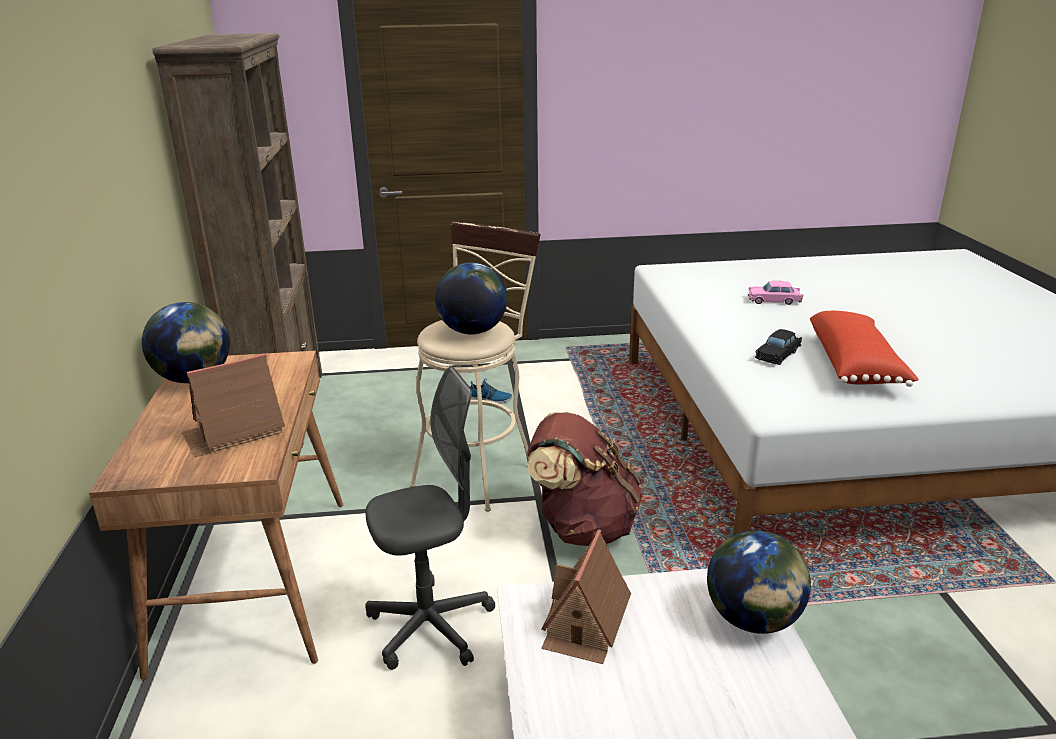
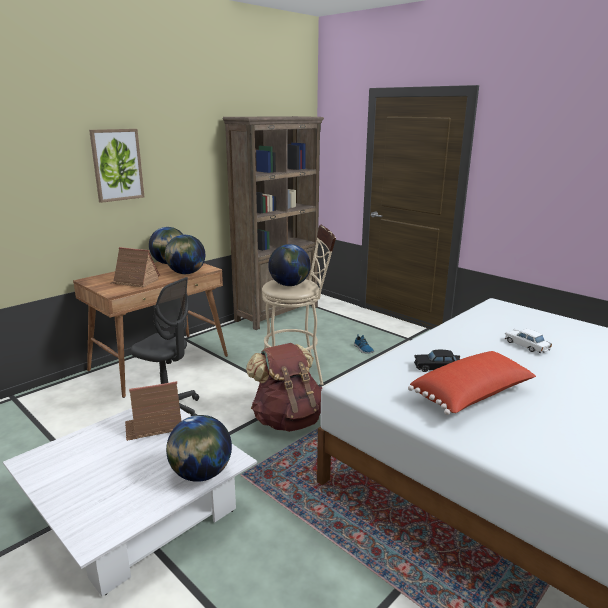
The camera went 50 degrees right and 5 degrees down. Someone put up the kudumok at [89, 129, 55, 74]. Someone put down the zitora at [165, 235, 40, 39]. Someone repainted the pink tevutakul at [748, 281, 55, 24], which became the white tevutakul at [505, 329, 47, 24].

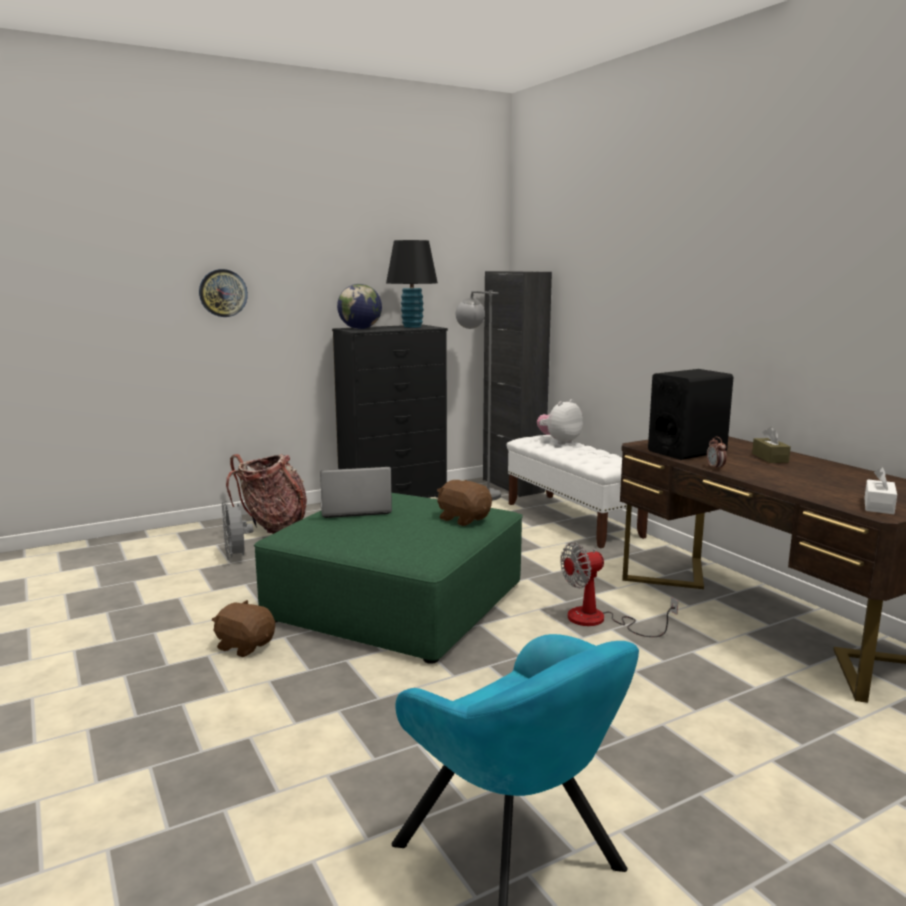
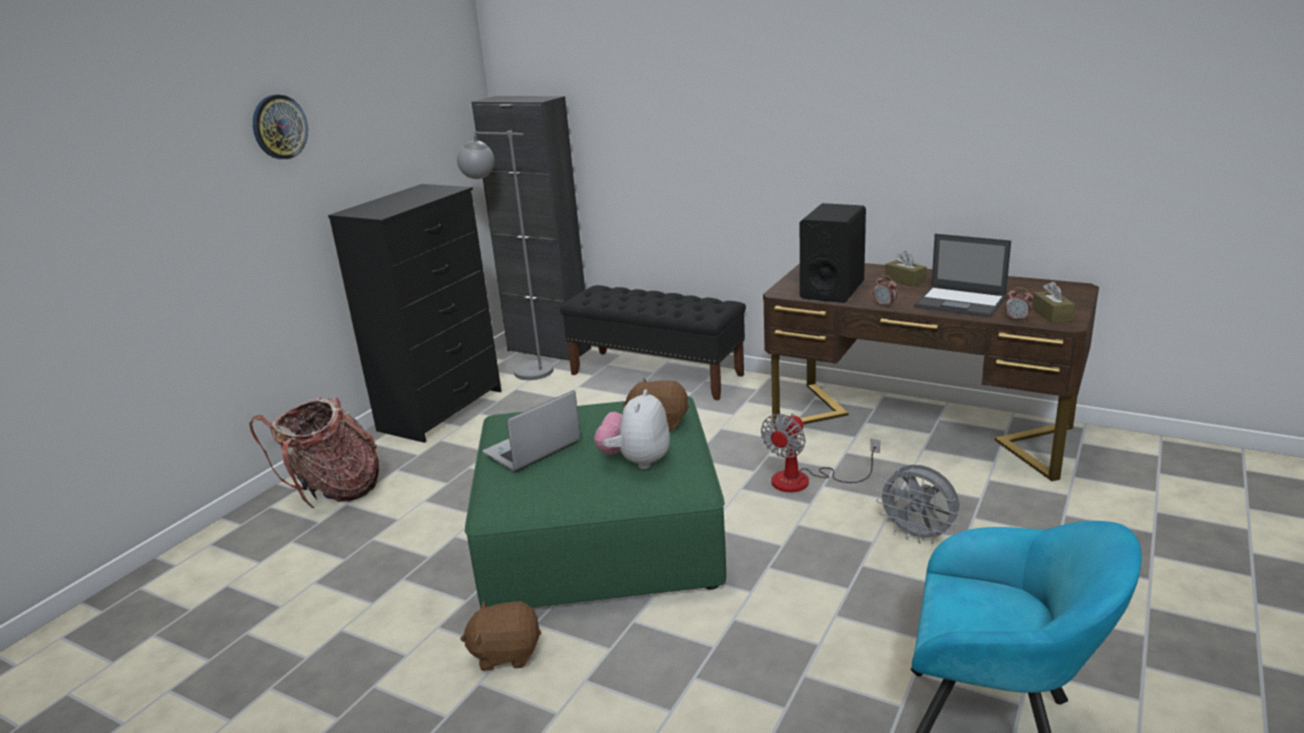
The camera went 30 degrees left and 10 degrees up. Someone carried the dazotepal from [199, 269, 49, 48] to [253, 95, 55, 64]. Someone repainted the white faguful at [507, 435, 141, 113], which became the black faguful at [560, 285, 186, 115]. Someone carried the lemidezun from [537, 399, 46, 46] to [594, 389, 76, 80]. Someone carried the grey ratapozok from [222, 501, 31, 60] to [876, 465, 83, 79]. Someone put down the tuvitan at [914, 234, 97, 84]. Someone put down the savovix at [1005, 287, 28, 34]. Someone repainted the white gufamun at [864, 467, 33, 47], which became the brown gufamun at [1032, 281, 43, 42]. Someone took away the zitora at [337, 284, 45, 45]. Someone took away the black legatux at [386, 240, 52, 88].

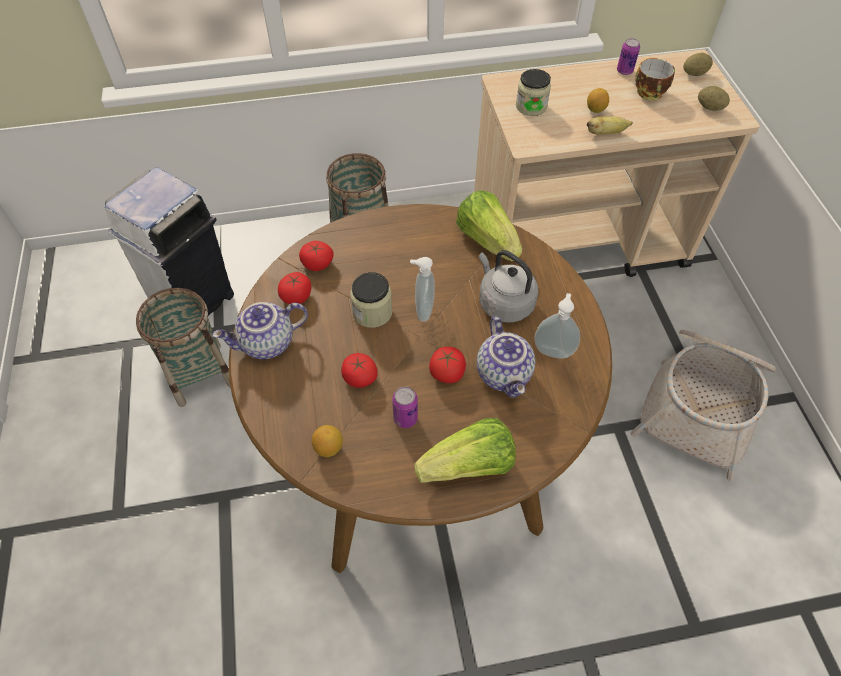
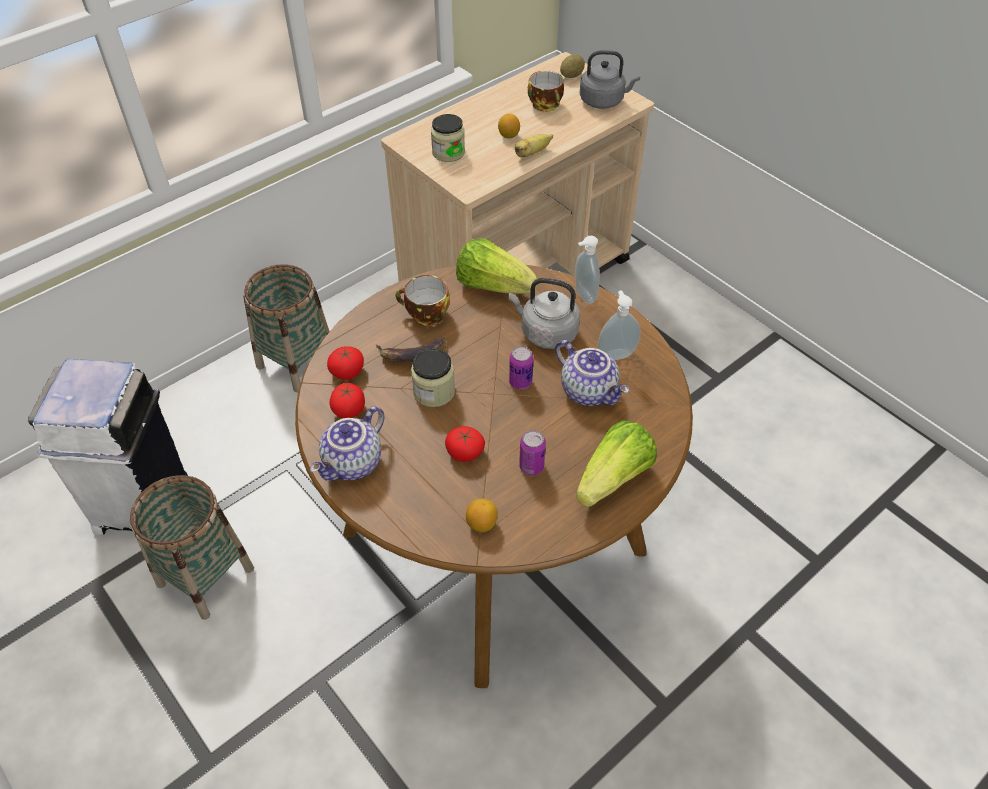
The camera went 30 degrees left and 5 degrees down. Someone put down the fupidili at [376, 337, 70, 25]. Someone put down the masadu at [396, 275, 54, 51]. Someone carried the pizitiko from [617, 38, 23, 37] to [509, 346, 24, 44]. Someone carried the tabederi from [410, 257, 25, 65] to [575, 236, 25, 68]. Someone swapped the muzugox at [698, 86, 32, 25] for the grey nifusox at [580, 50, 60, 59]. Someone took away the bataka at [429, 347, 37, 36]. Someone took away the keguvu at [631, 330, 146, 151].

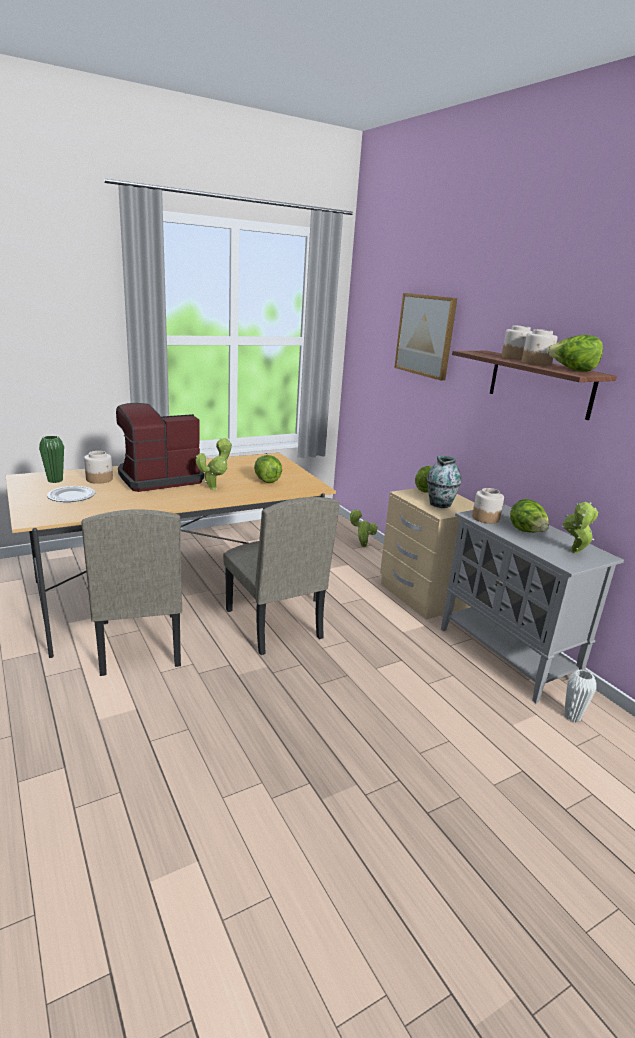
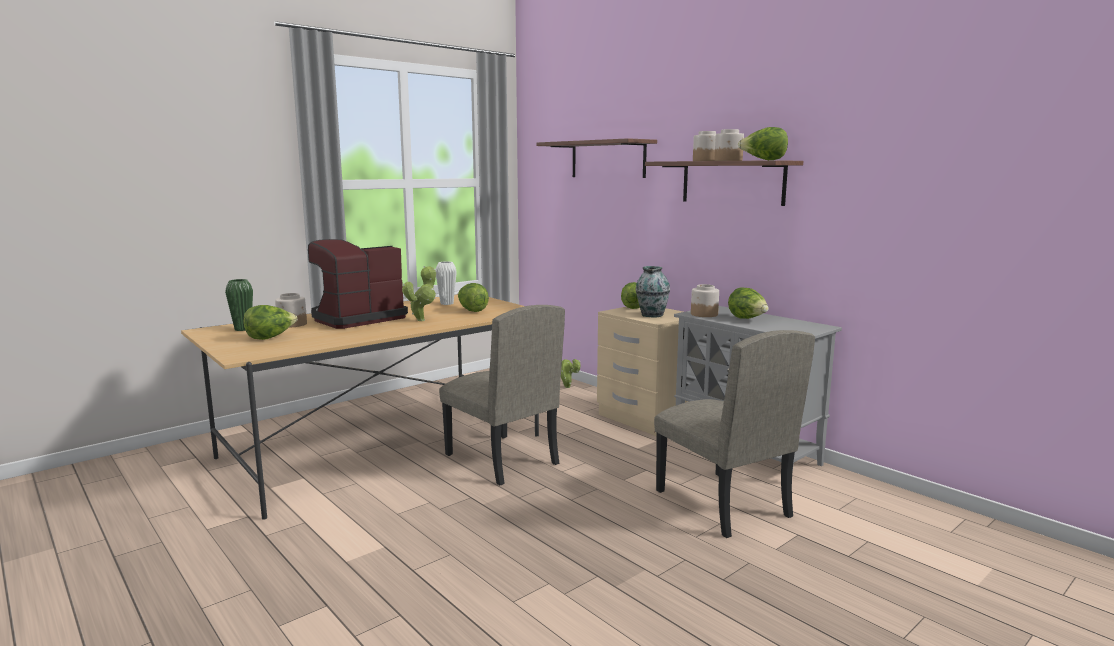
The camera went 10 degrees left and 10 degrees down. Someone swapped the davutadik at [47, 486, 48, 16] for the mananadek at [243, 305, 54, 35]. Someone carried the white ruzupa from [564, 669, 32, 53] to [436, 261, 21, 44]. Someone swapped the kudumok at [394, 293, 63, 88] for the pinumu at [536, 138, 121, 40]. Someone carried the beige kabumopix from [81, 509, 101, 167] to [654, 330, 161, 208]. Someone took away the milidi at [563, 502, 35, 51].

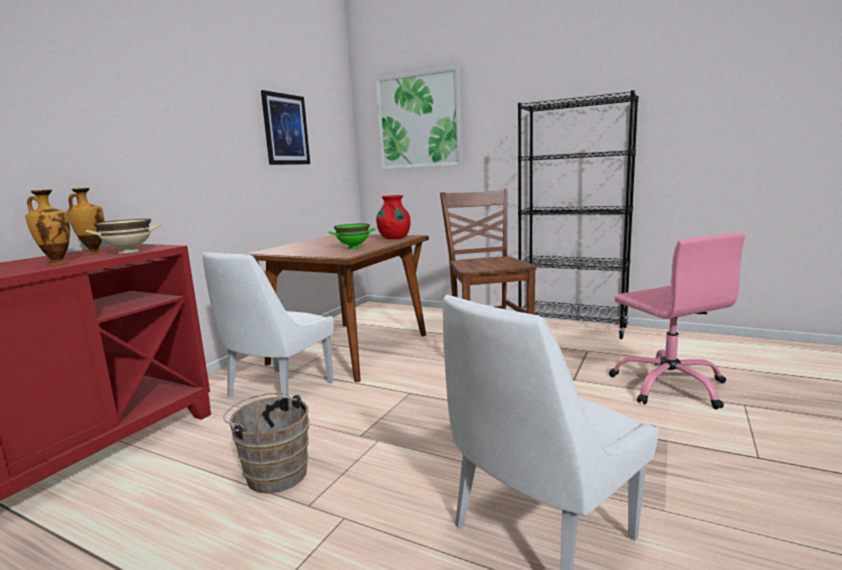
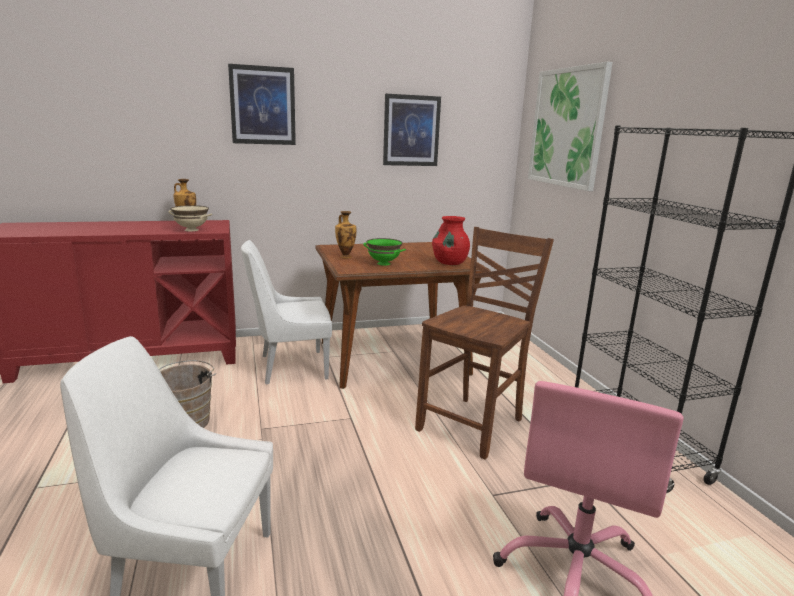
The camera went 45 degrees right and 5 degrees up. Someone put up the kudumok at [228, 64, 68, 81]. Someone carried the ruzupa from [25, 190, 45, 75] to [335, 211, 21, 47].

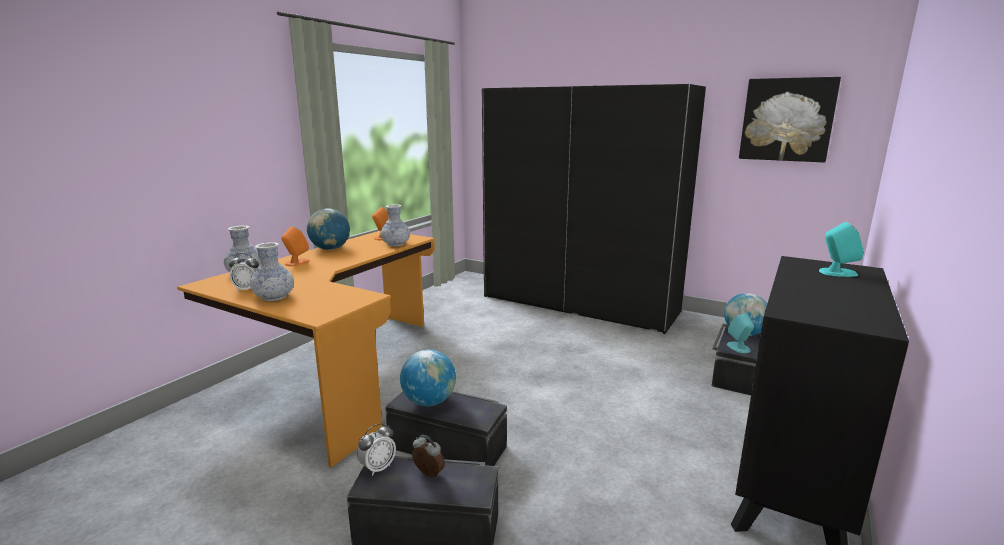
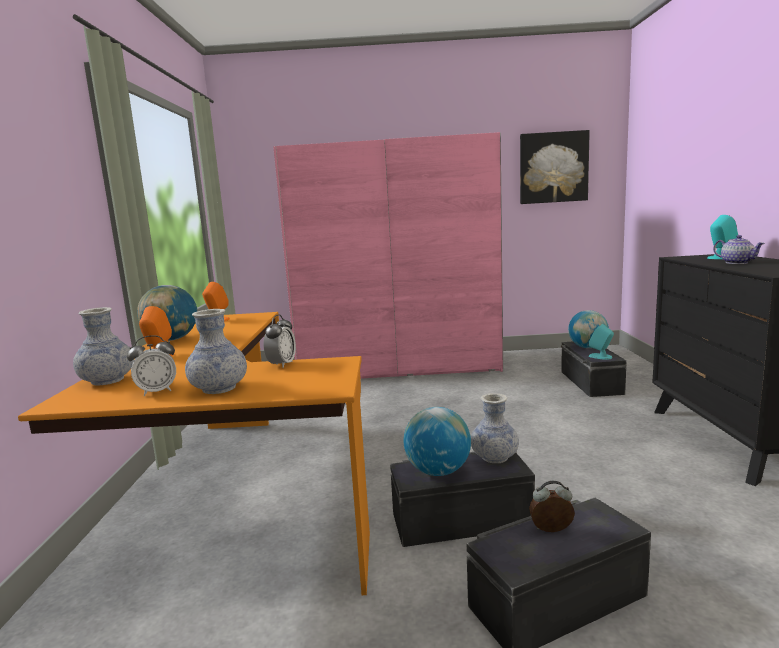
The camera went 30 degrees left and 5 degrees down. Someone carried the savovix from [357, 423, 39, 53] to [264, 314, 32, 54]. Someone repainted the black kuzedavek at [482, 84, 224, 250], which became the pink kuzedavek at [273, 132, 230, 247]. Someone carried the ruzupa from [380, 204, 30, 42] to [471, 393, 48, 70]. Someone put down the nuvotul at [713, 235, 52, 29].

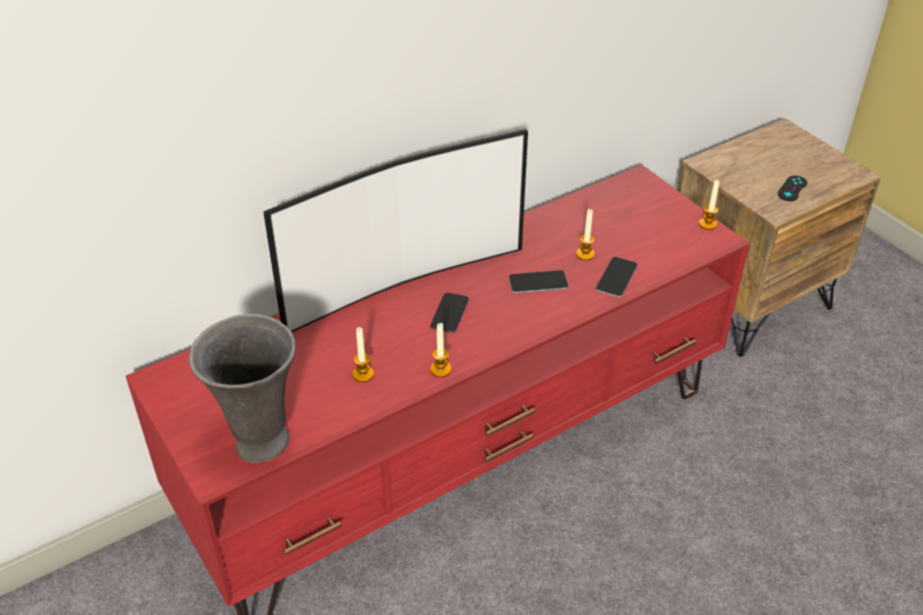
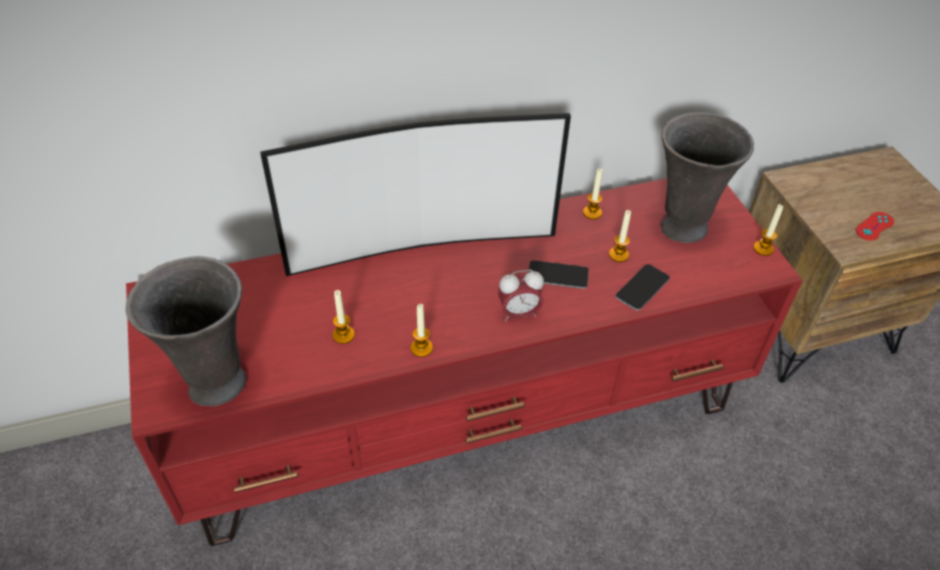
The camera went 15 degrees right and 5 degrees up. Someone put down the savovix at [498, 270, 46, 51]. Someone put down the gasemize at [583, 168, 20, 51]. Someone put down the grey ruzupa at [661, 112, 93, 131]. Someone repainted the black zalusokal at [777, 175, 30, 26], which became the red zalusokal at [856, 212, 38, 28]. Someone took away the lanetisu at [430, 293, 39, 40].

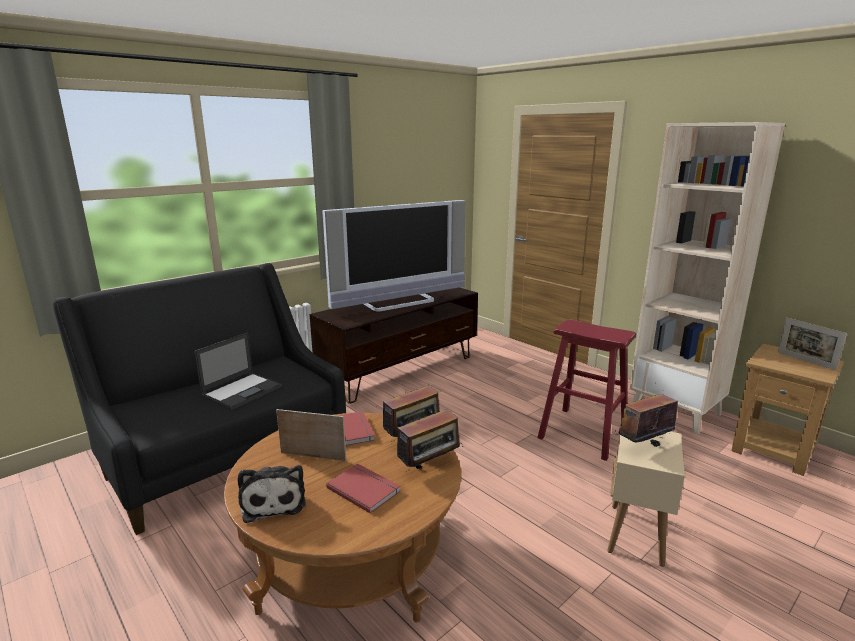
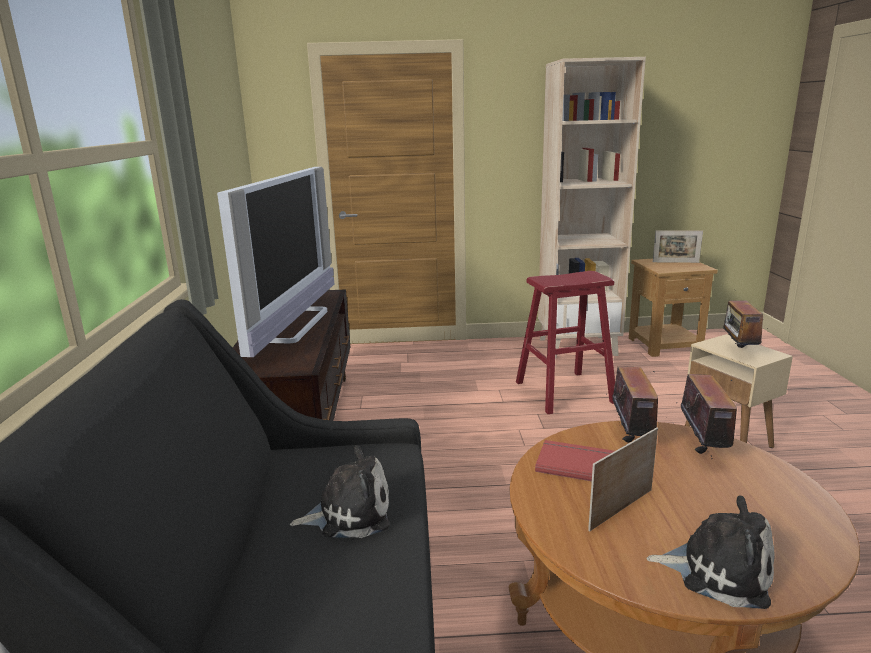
The camera went 50 degrees left and 0 degrees up. Someone swapped the tuvitan at [195, 332, 87, 78] for the lemidezun at [290, 446, 100, 92]. Someone took away the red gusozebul at [326, 464, 74, 50].

